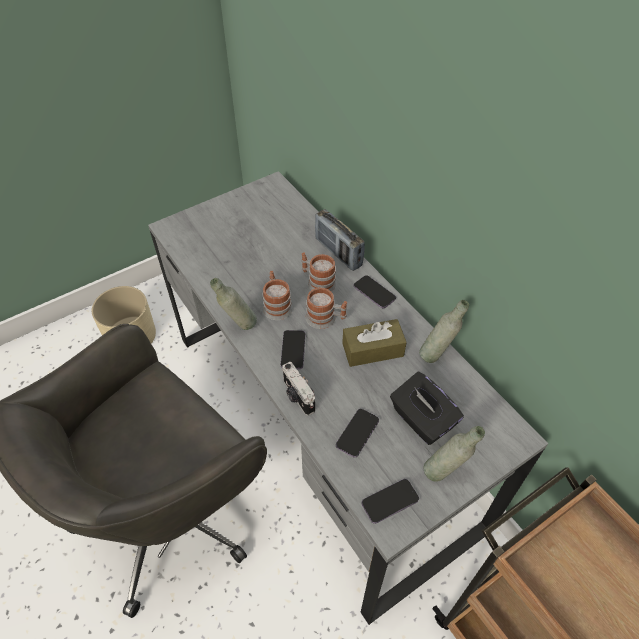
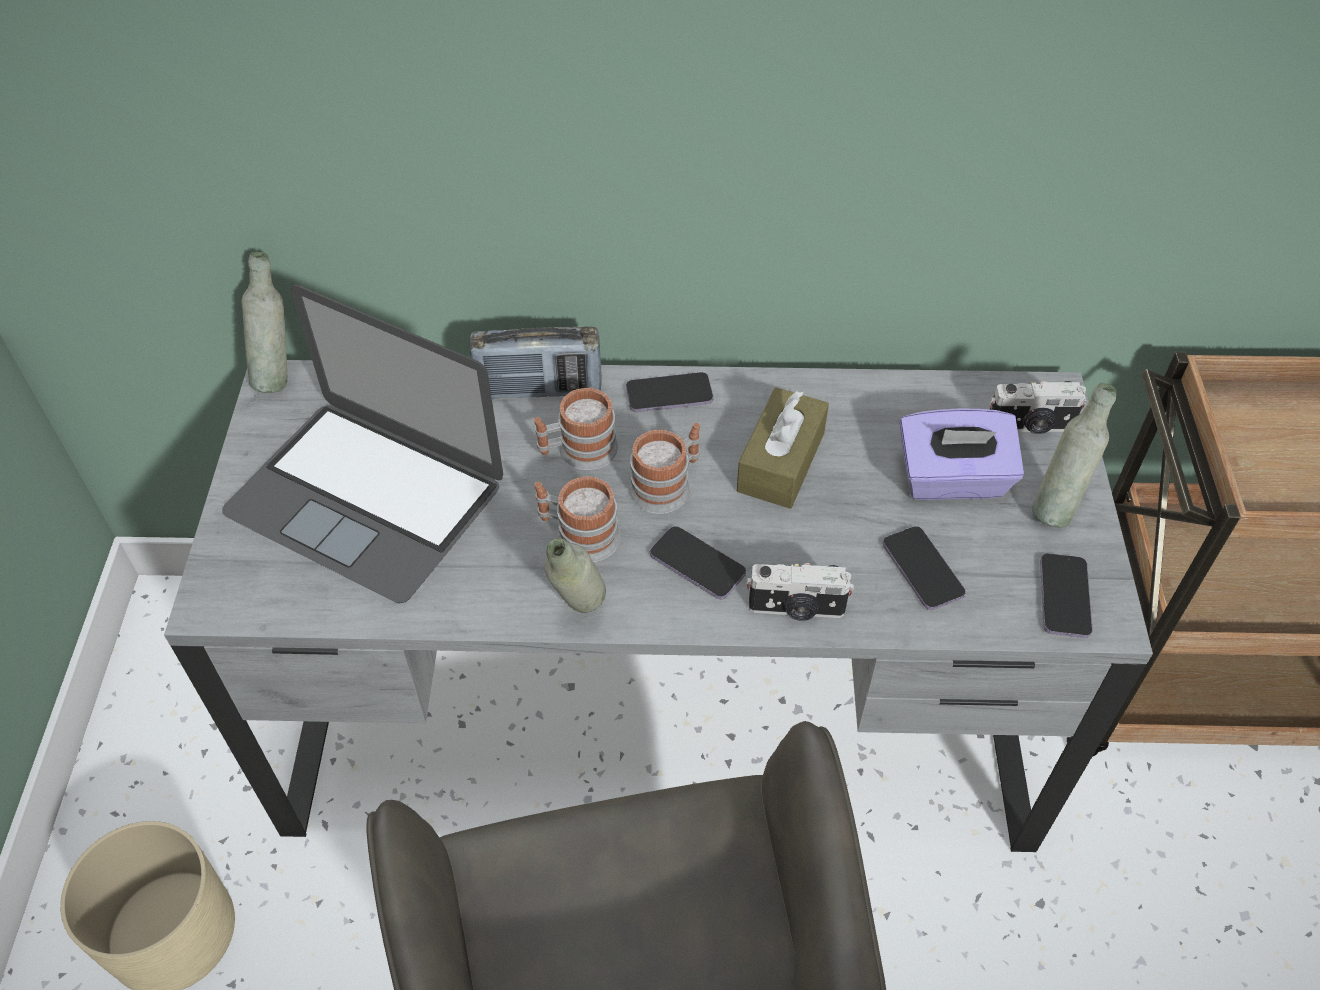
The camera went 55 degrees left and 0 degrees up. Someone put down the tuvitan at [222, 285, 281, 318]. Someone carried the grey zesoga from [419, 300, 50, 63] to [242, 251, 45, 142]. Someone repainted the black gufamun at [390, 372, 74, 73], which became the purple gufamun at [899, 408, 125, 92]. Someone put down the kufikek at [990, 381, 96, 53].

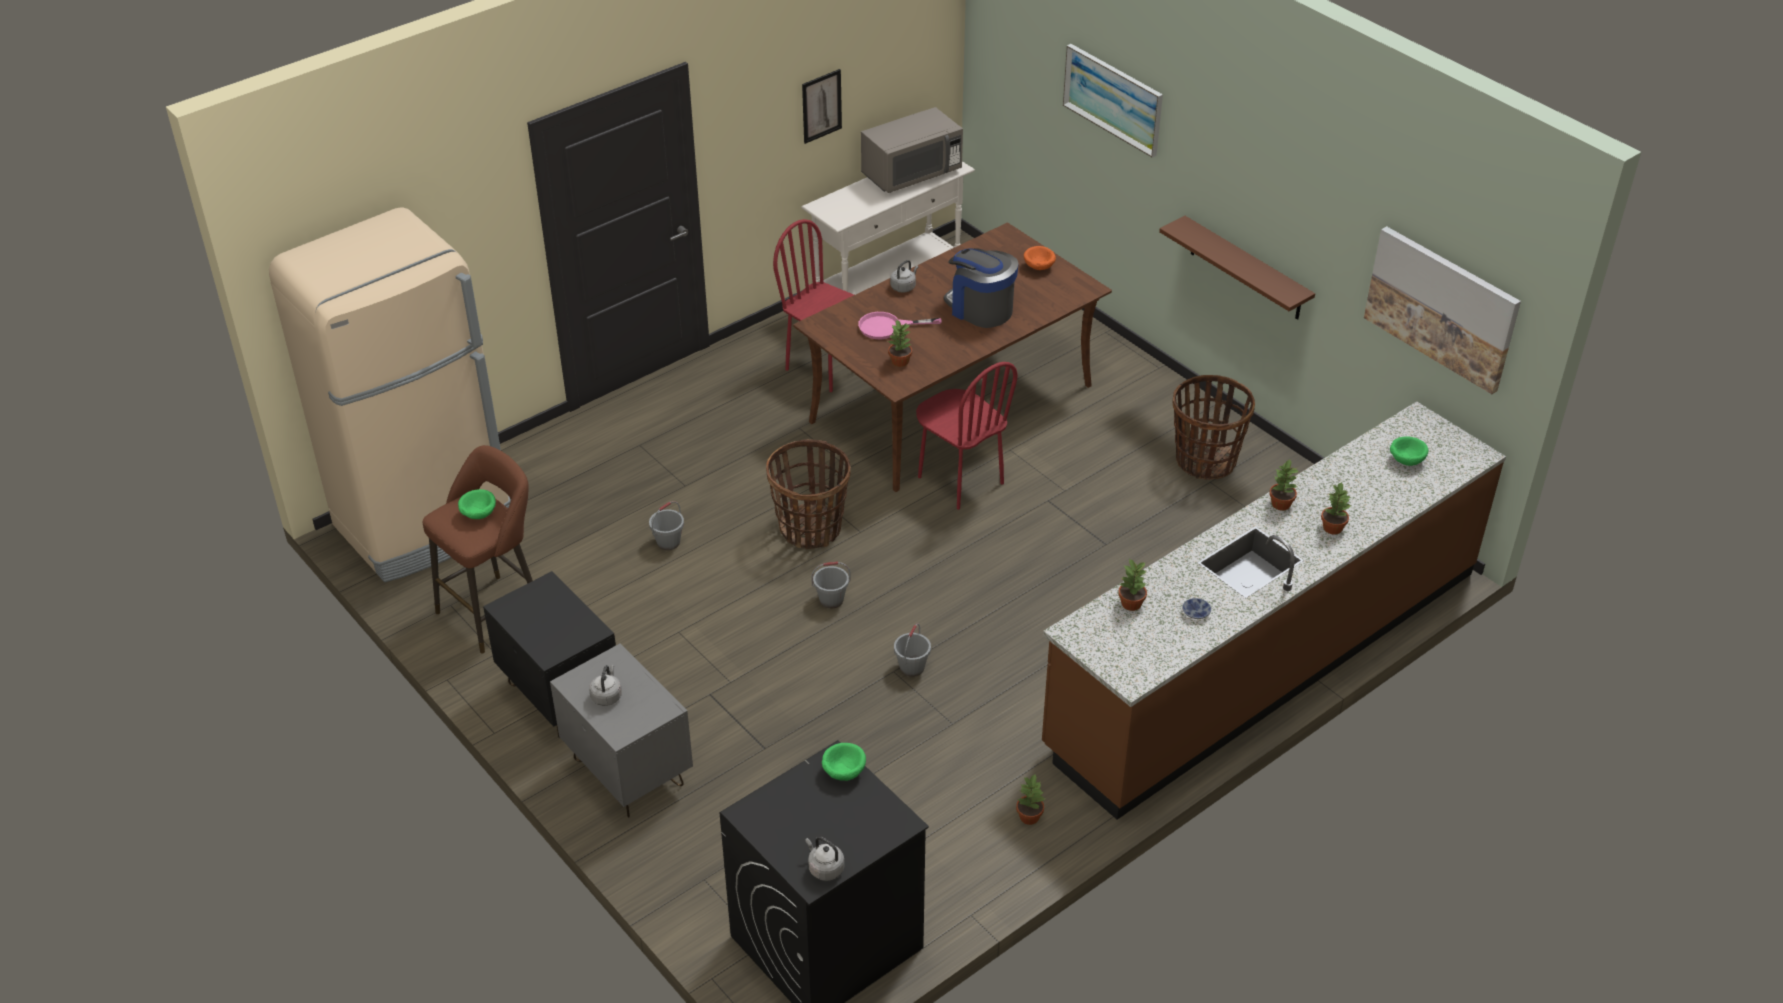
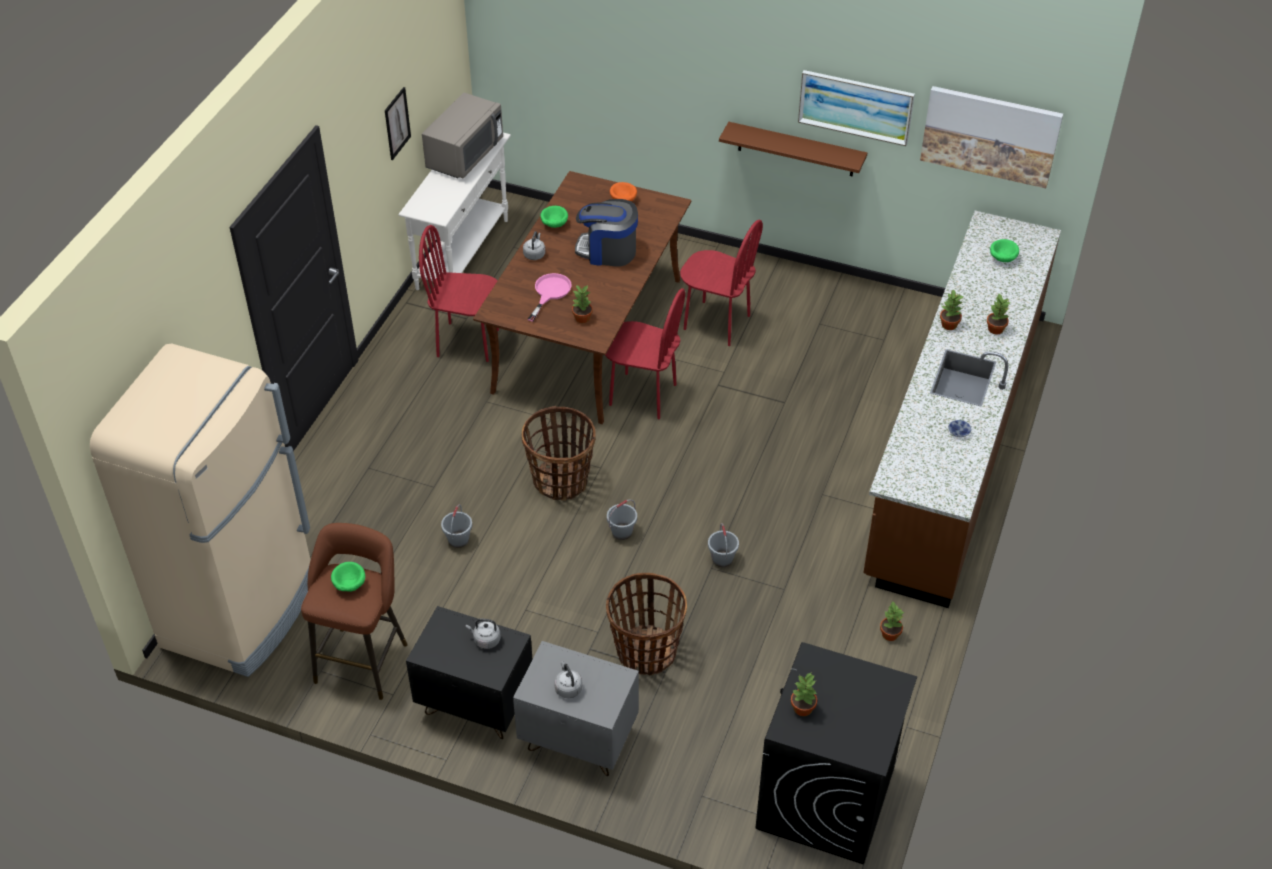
The camera went 30 degrees left and 5 degrees up. Someone carried the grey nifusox from [805, 837, 39, 44] to [466, 618, 35, 31]. Someone rotated the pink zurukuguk at [858, 312, 84, 27] by 150 degrees clockwise. Someone carried the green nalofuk from [822, 743, 44, 38] to [540, 206, 28, 22]. Someone carried the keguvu from [1173, 375, 82, 105] to [606, 573, 81, 103]. Someone put down the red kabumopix at [680, 220, 83, 126]. Someone carried the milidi from [1118, 558, 29, 53] to [791, 673, 26, 43]. Someone carried the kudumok from [1063, 44, 100, 114] to [798, 70, 117, 76].

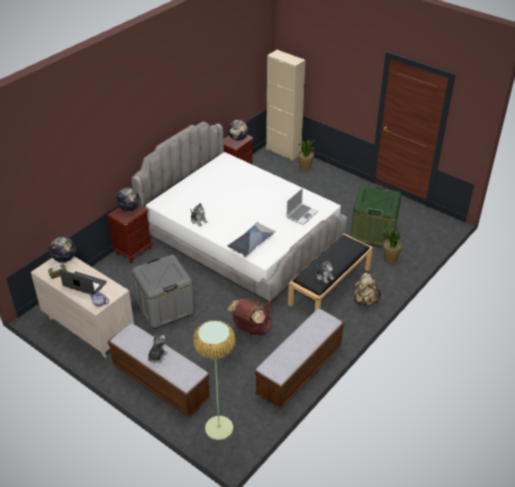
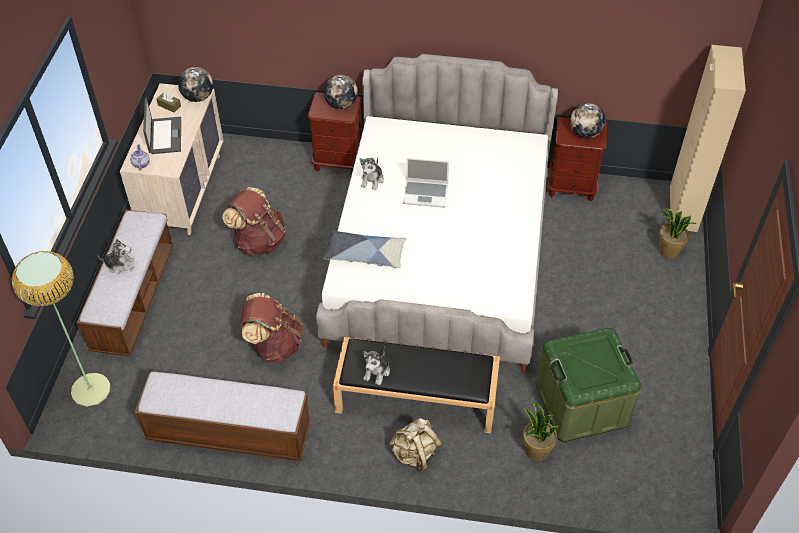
The camera went 60 degrees right and 10 degrees up. Someone swapped the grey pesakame at [132, 255, 63, 74] for the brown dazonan at [222, 187, 64, 68]. Someone carried the tuvitan from [286, 188, 32, 37] to [403, 158, 46, 49].

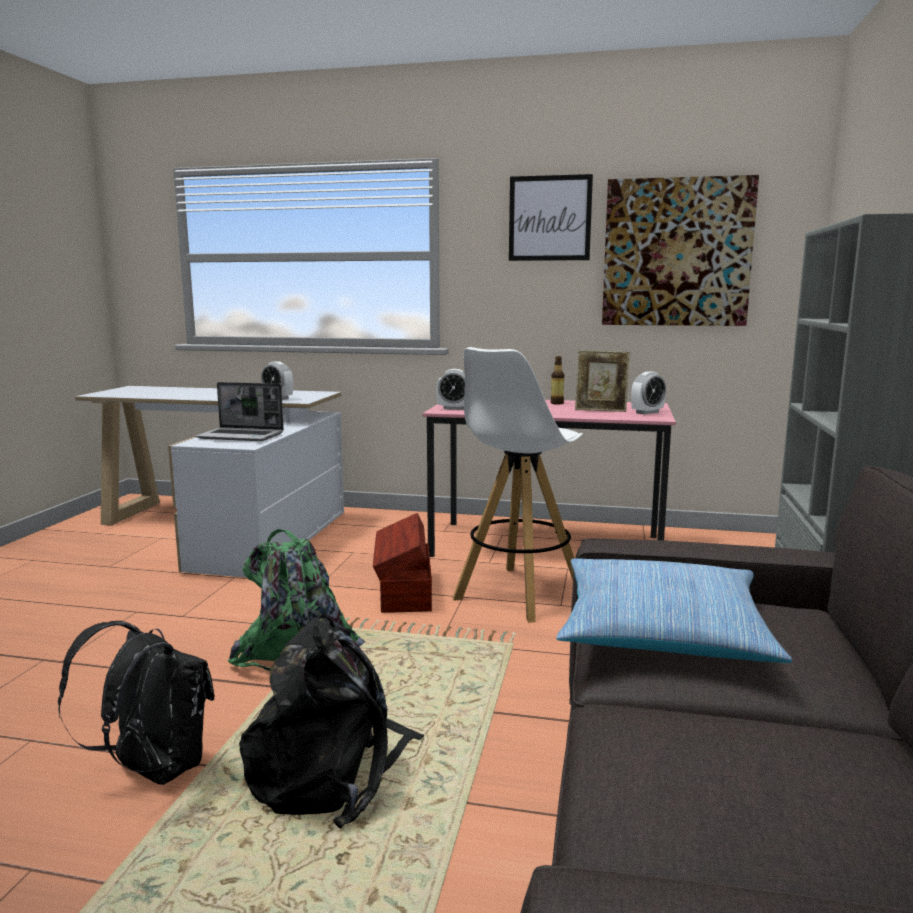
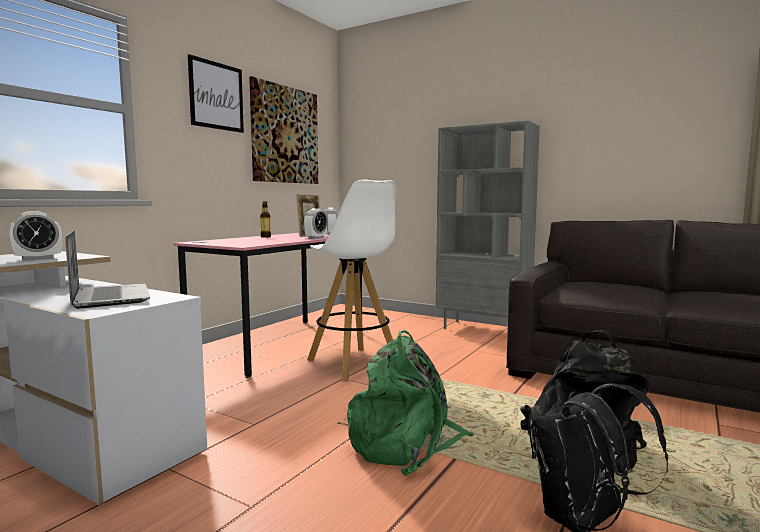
The camera went 70 degrees left and 5 degrees down. Someone rotated the tuvitan at [195, 382, 89, 59] by 60 degrees counterclockwise. Someone carried the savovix from [436, 369, 29, 41] to [304, 208, 23, 31]. Someone took away the brown pesakame at [373, 513, 59, 100]. Someone took away the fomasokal at [556, 558, 236, 105].

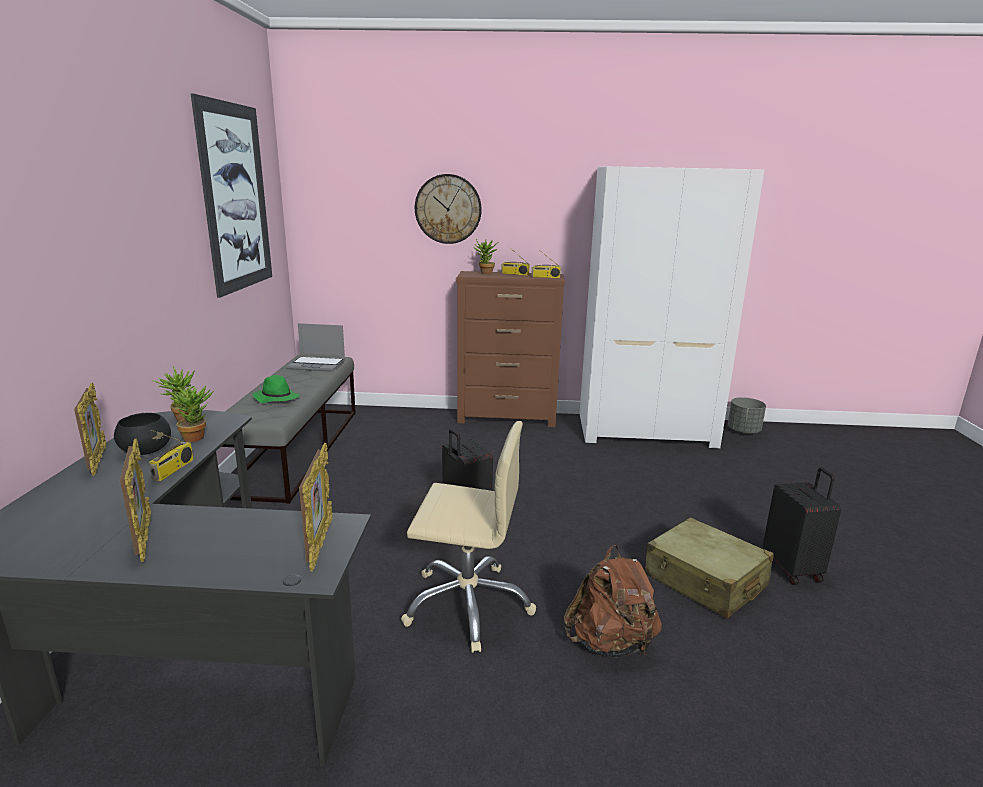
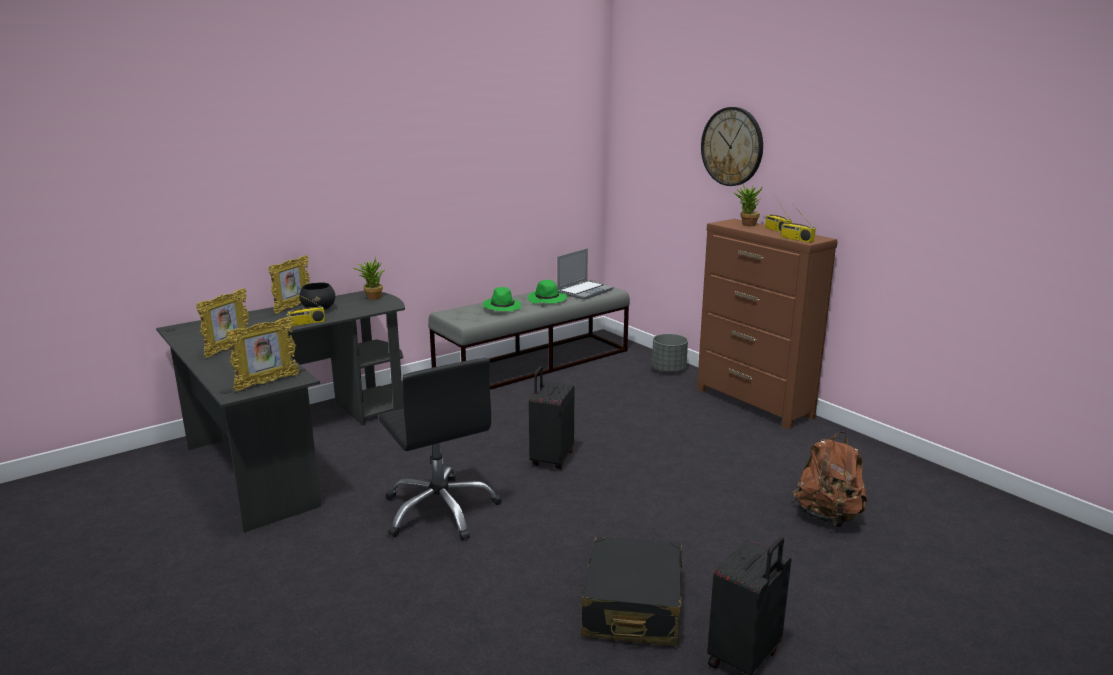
The camera went 50 degrees right and 0 degrees up. Someone repainted the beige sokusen at [401, 421, 135, 232], which became the black sokusen at [379, 358, 123, 182]. Someone put down the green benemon at [528, 280, 39, 23]. Someone rotated the tuvitan at [287, 323, 58, 49] by 105 degrees counterclockwise. Someone repainted the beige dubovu at [645, 517, 129, 102], which became the black dubovu at [581, 536, 102, 110]. Someone carried the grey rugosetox from [728, 397, 38, 37] to [652, 334, 36, 39]. Someone carried the brown dazonan from [564, 545, 98, 113] to [792, 432, 76, 95]. Someone took away the milidi at [165, 386, 48, 56]. Someone took away the kudumok at [190, 93, 82, 205]. Someone took away the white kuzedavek at [580, 166, 184, 283].

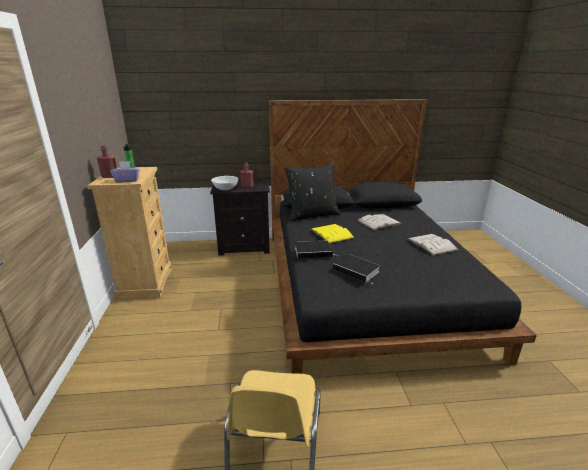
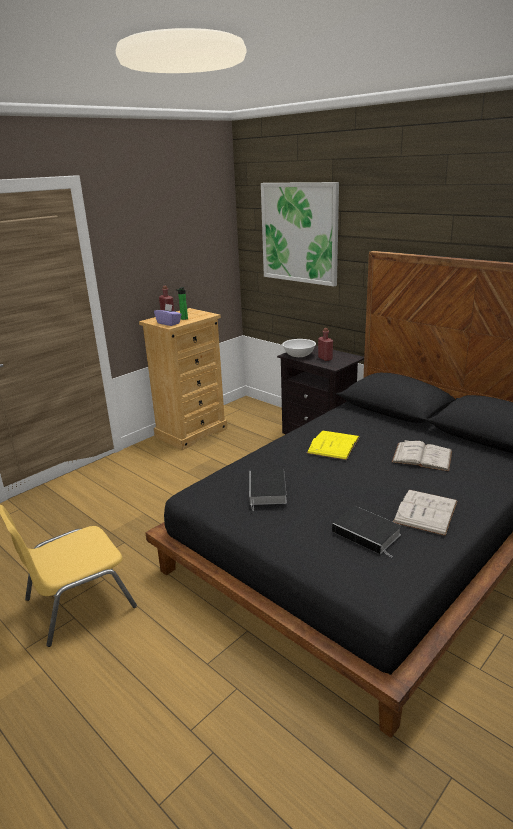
The camera went 50 degrees right and 0 degrees up. Someone put up the kudumok at [261, 182, 78, 105]. Someone carried the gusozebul from [295, 240, 42, 19] to [332, 506, 70, 52]. Someone took away the black fomasokal at [285, 163, 55, 58].

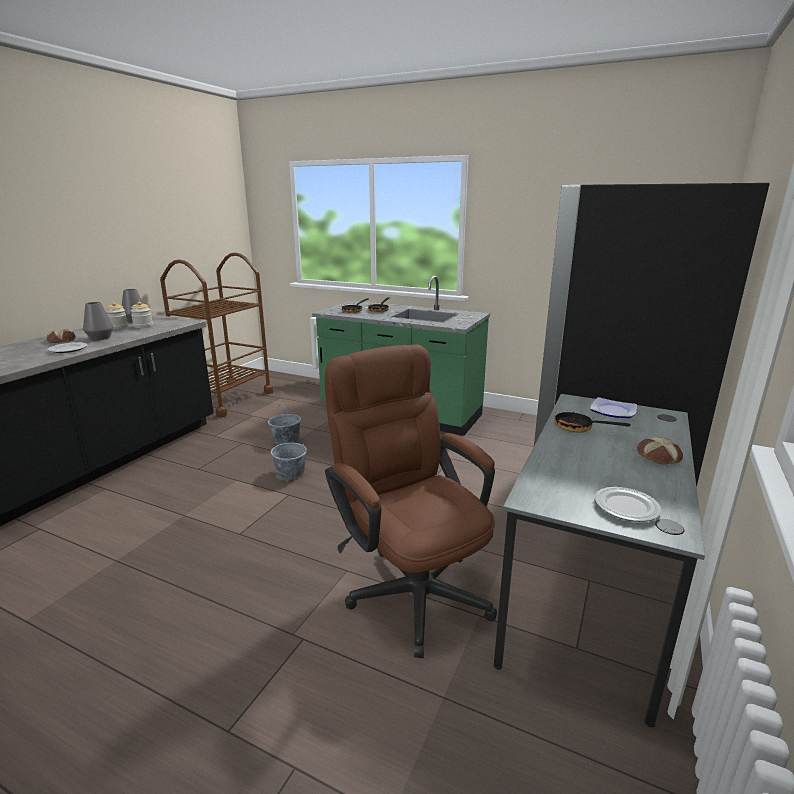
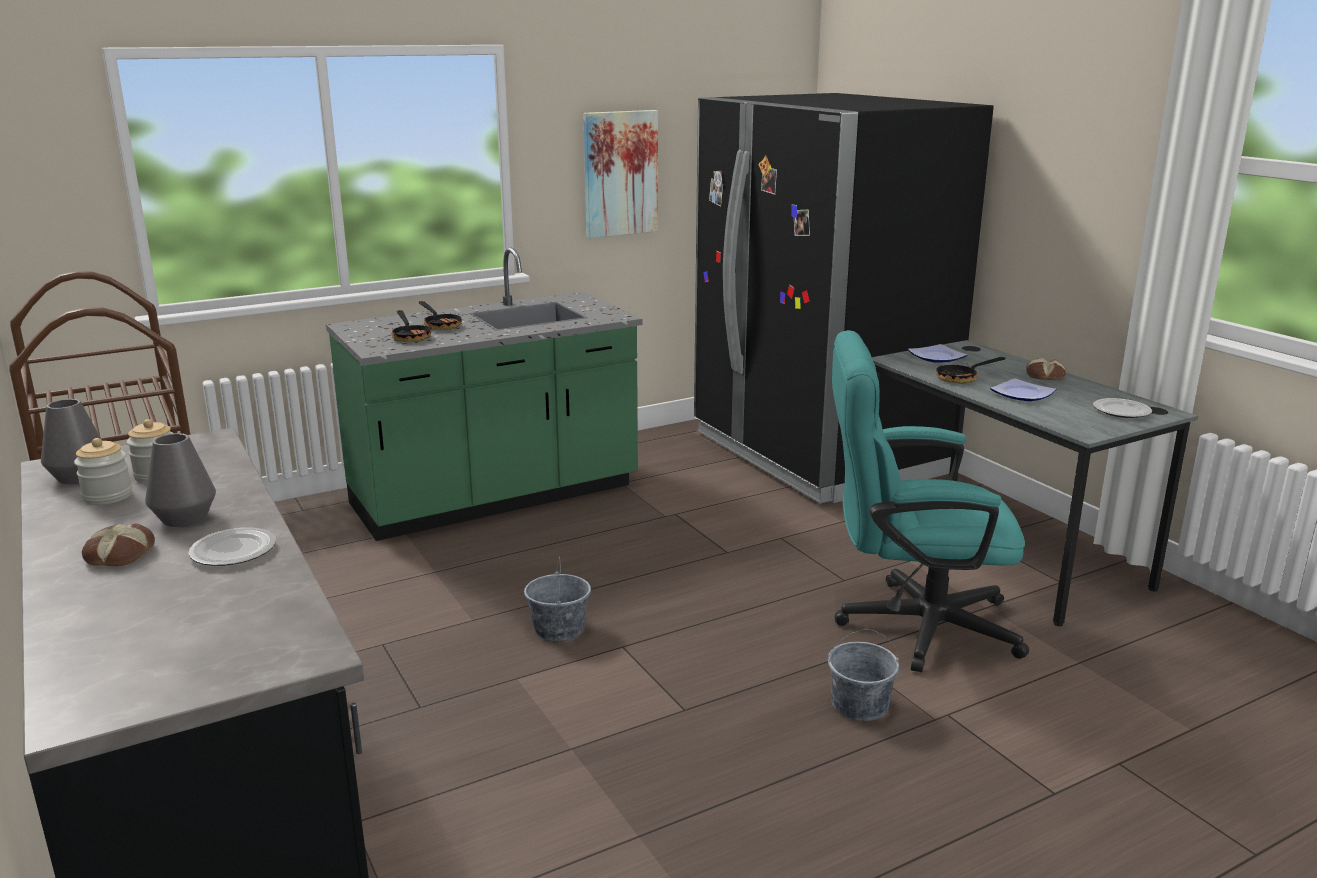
The camera went 55 degrees left and 0 degrees up. Someone put up the kudumok at [583, 110, 75, 128]. Someone carried the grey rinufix from [268, 406, 33, 39] to [828, 629, 71, 92]. Someone repainted the brown sokusen at [325, 344, 172, 314], which became the turquoise sokusen at [832, 330, 197, 343]. Someone put down the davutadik at [990, 378, 66, 23].

